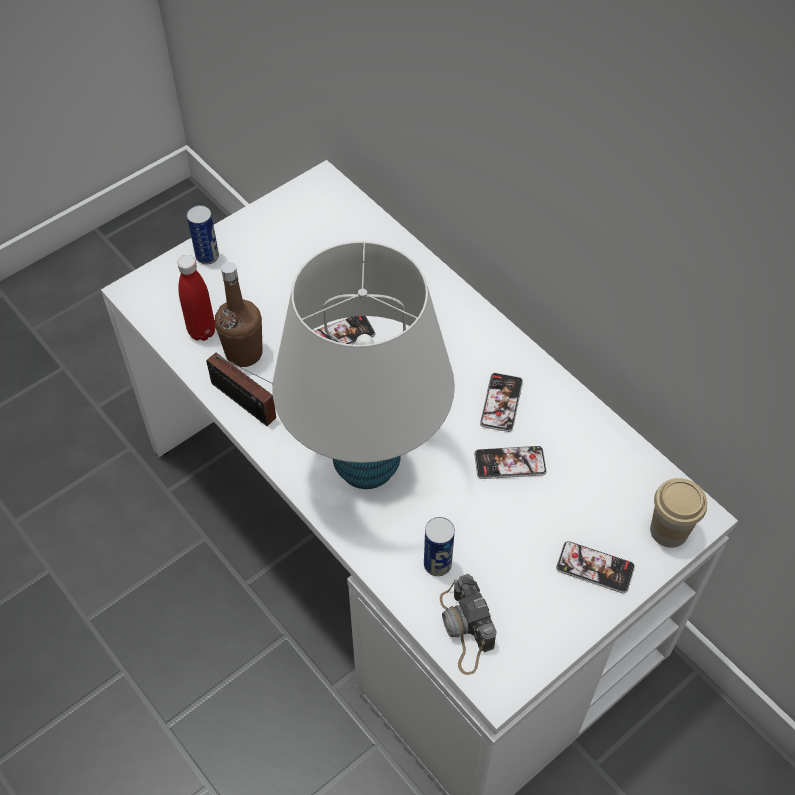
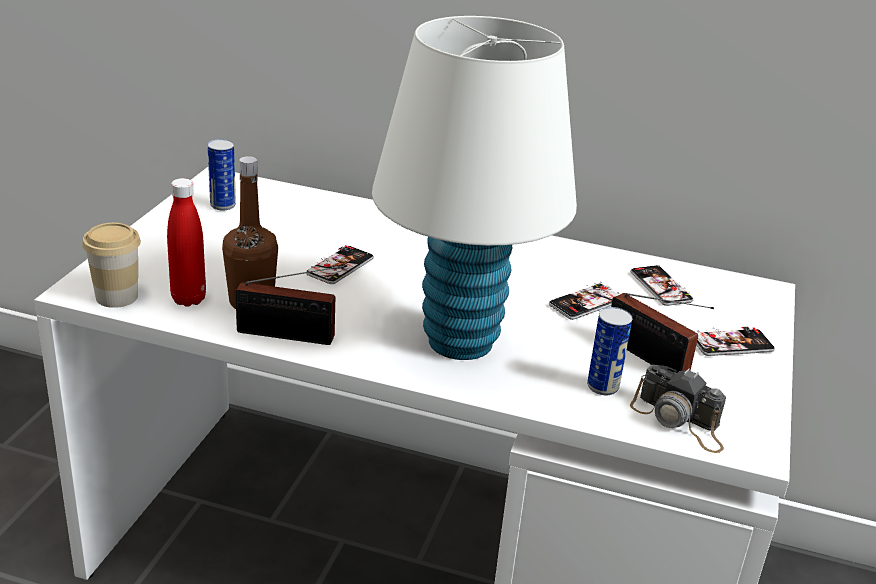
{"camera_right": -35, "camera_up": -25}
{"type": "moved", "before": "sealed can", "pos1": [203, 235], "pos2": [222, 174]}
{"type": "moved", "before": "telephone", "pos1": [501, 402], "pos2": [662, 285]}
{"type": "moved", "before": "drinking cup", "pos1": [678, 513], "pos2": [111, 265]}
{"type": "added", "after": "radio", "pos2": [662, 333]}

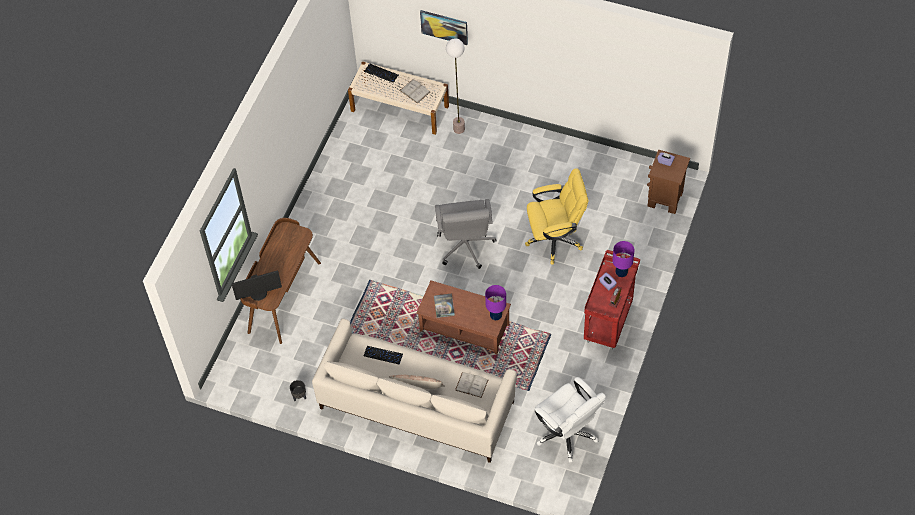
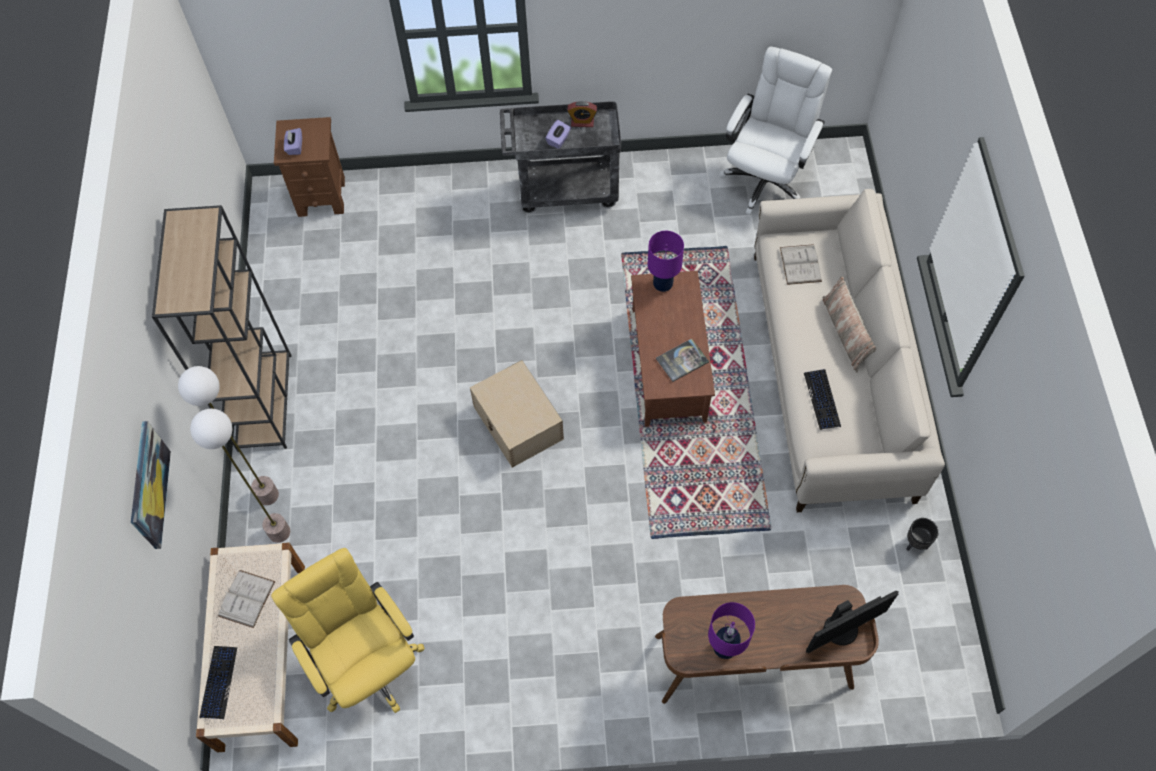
{"camera_right": -115, "camera_up": 5}
{"type": "turned", "before": "computer screen", "pos1": [257, 286], "pos2": [852, 622], "turn": 105}
{"type": "replaced", "before": "office chair (gray)", "after": "storage bin (beige)", "pos1": [466, 234], "pos2": [517, 414]}
{"type": "moved", "before": "office chair (yellow)", "pos1": [557, 216], "pos2": [348, 630]}
{"type": "recoloured", "before": "trolley (red)", "after": "trolley (gray)", "pos1": [612, 300], "pos2": [560, 157]}
{"type": "moved", "before": "lamp for a table (purple-coloured)", "pos1": [623, 259], "pos2": [731, 630]}
{"type": "added", "after": "bookcase", "pos2": [221, 328]}
{"type": "added", "after": "floor lamp", "pos2": [228, 435]}

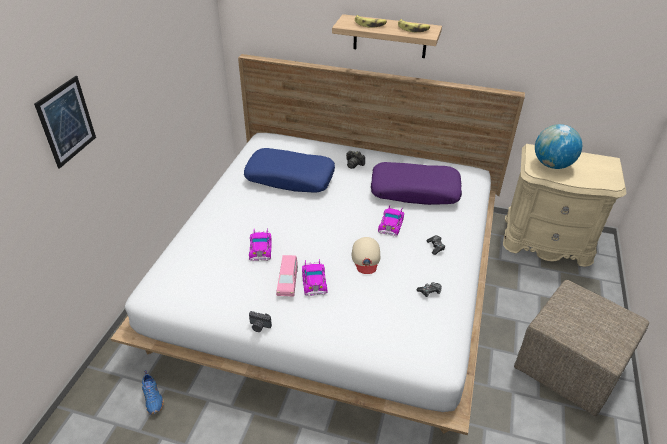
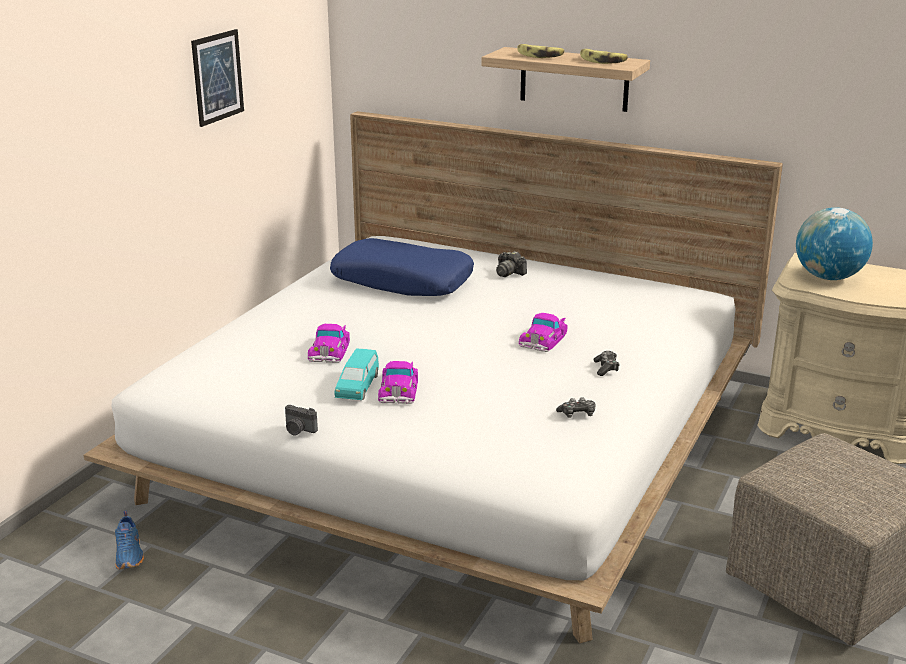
{"camera_right": 10, "camera_up": -15}
{"type": "moved", "before": "picture", "pos1": [65, 122], "pos2": [217, 78]}
{"type": "recoloured", "before": "toy car (pink-coloured)", "after": "toy car (blue-green)", "pos1": [287, 275], "pos2": [356, 374]}
{"type": "removed", "before": "peaked cap (beige)", "pos1": [366, 255]}
{"type": "removed", "before": "cushion (purple-coloured)", "pos1": [416, 183]}

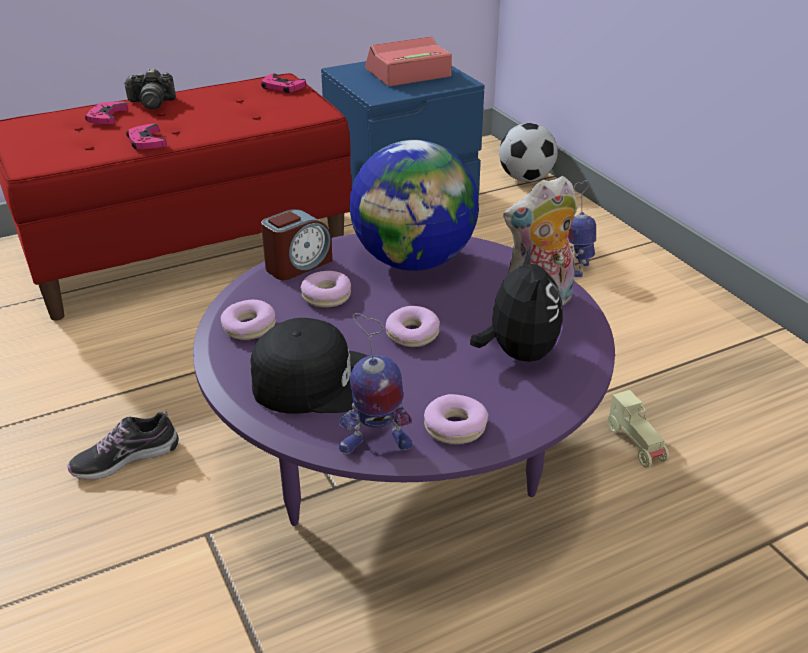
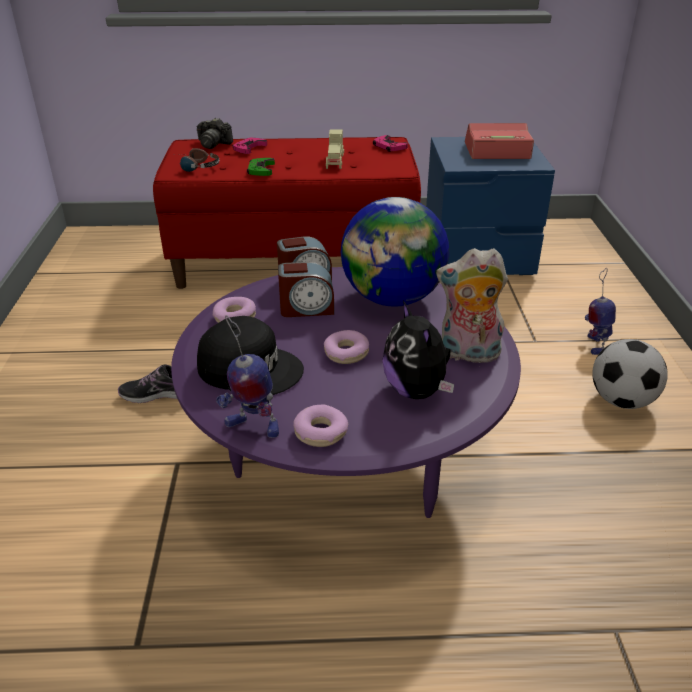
{"camera_right": 25, "camera_up": 0}
{"type": "moved", "before": "photo camera", "pos1": [149, 88], "pos2": [214, 133]}
{"type": "recoloured", "before": "game controller (pink-coloured)", "after": "game controller (green)", "pos1": [146, 137], "pos2": [261, 167]}
{"type": "replaced", "before": "donut", "after": "table clock", "pos1": [326, 289], "pos2": [306, 289]}
{"type": "turned", "before": "plush toy", "pos1": [516, 304], "pos2": [418, 350], "turn": 135}
{"type": "moved", "before": "football", "pos1": [528, 152], "pos2": [630, 374]}
{"type": "turned", "before": "model robot", "pos1": [582, 228], "pos2": [600, 311], "turn": -45}
{"type": "moved", "before": "toy car (beige)", "pos1": [638, 429], "pos2": [335, 149]}
{"type": "added", "after": "pair of headphones", "pos2": [199, 160]}

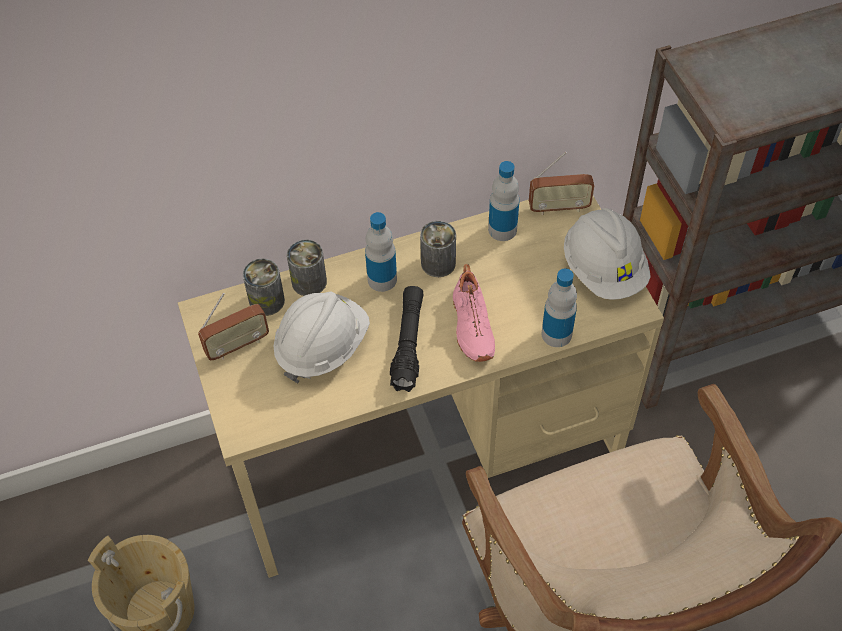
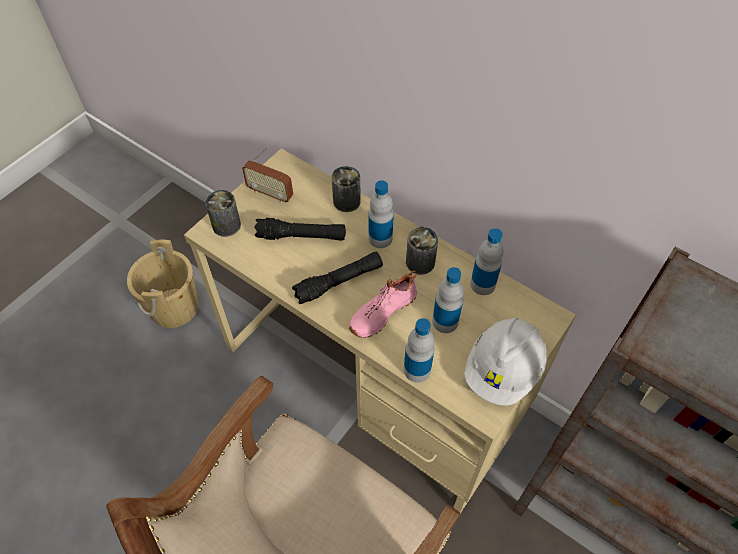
{"camera_right": 55, "camera_up": 0}
{"type": "moved", "before": "sealed can", "pos1": [264, 287], "pos2": [223, 213]}
{"type": "replaced", "before": "work helmet (whitish)", "after": "flashlight (black)", "pos1": [322, 337], "pos2": [300, 229]}
{"type": "removed", "before": "radio", "pos1": [561, 183]}
{"type": "added", "after": "beverage bottle", "pos2": [448, 300]}

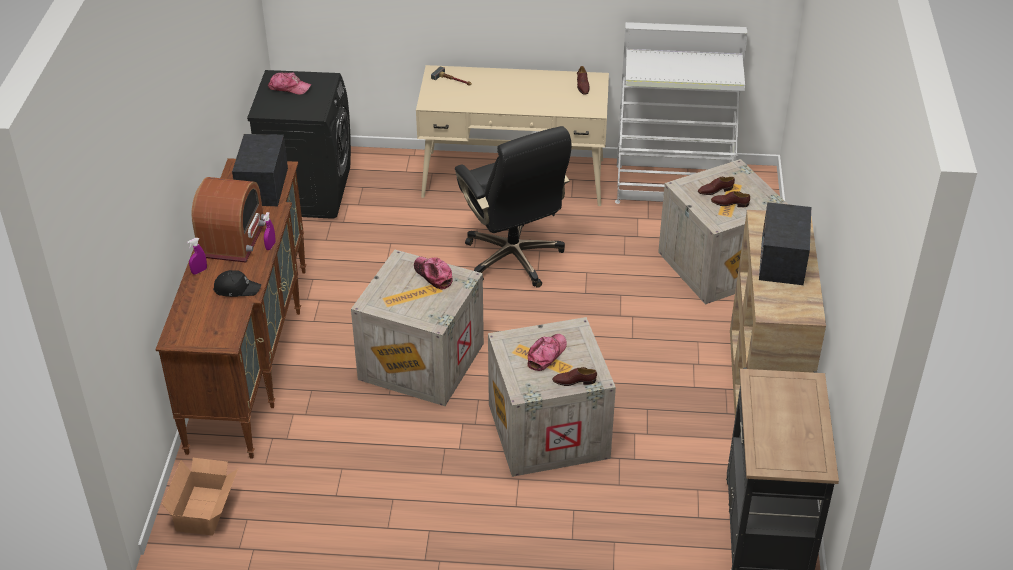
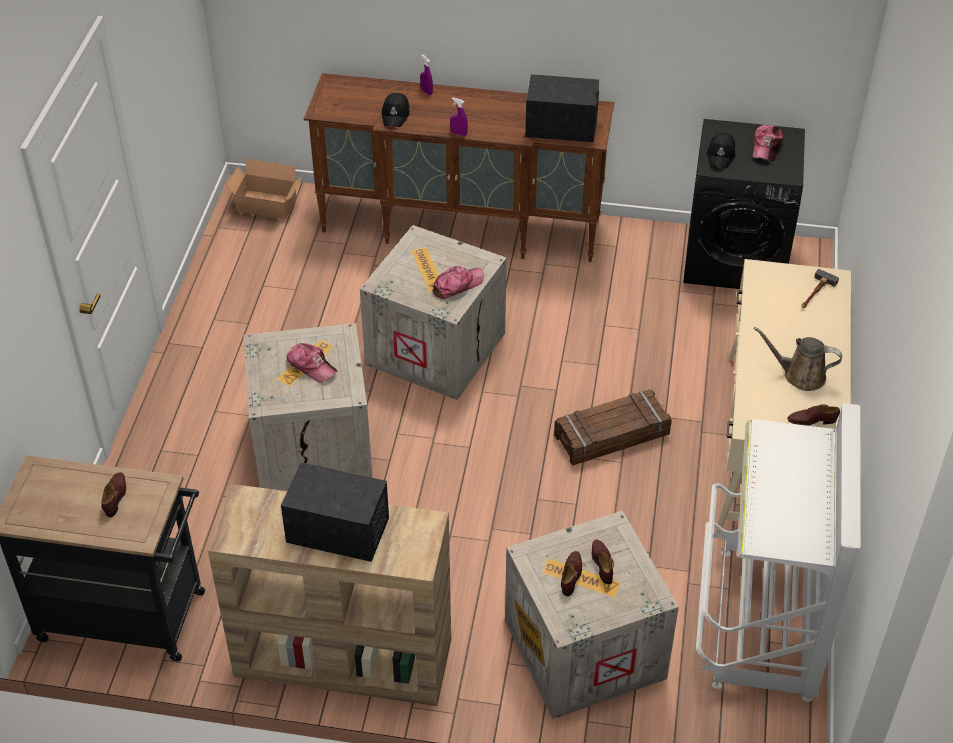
{"camera_right": 95, "camera_up": 5}
{"type": "removed", "before": "radio", "pos1": [228, 219]}
{"type": "replaced", "before": "office chair (black)", "after": "packing crate", "pos1": [513, 207], "pos2": [613, 427]}
{"type": "moved", "before": "item of footwear (brownish)", "pos1": [574, 376], "pos2": [113, 494]}
{"type": "added", "after": "peaked cap (black)", "pos2": [721, 150]}
{"type": "added", "after": "sprinkling can (brownish)", "pos2": [798, 359]}

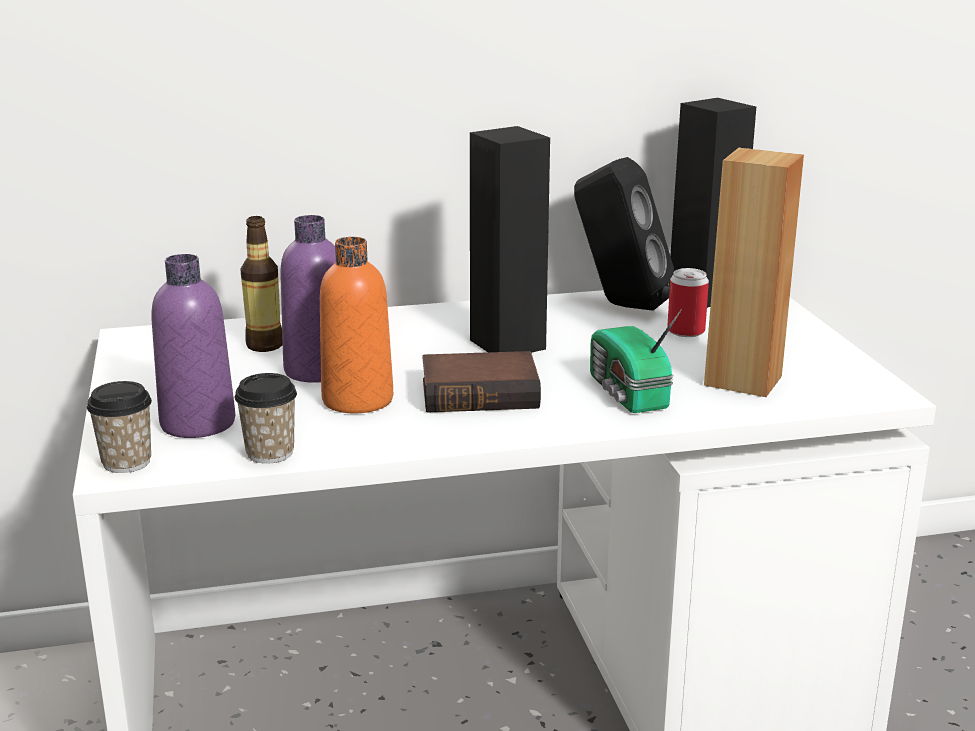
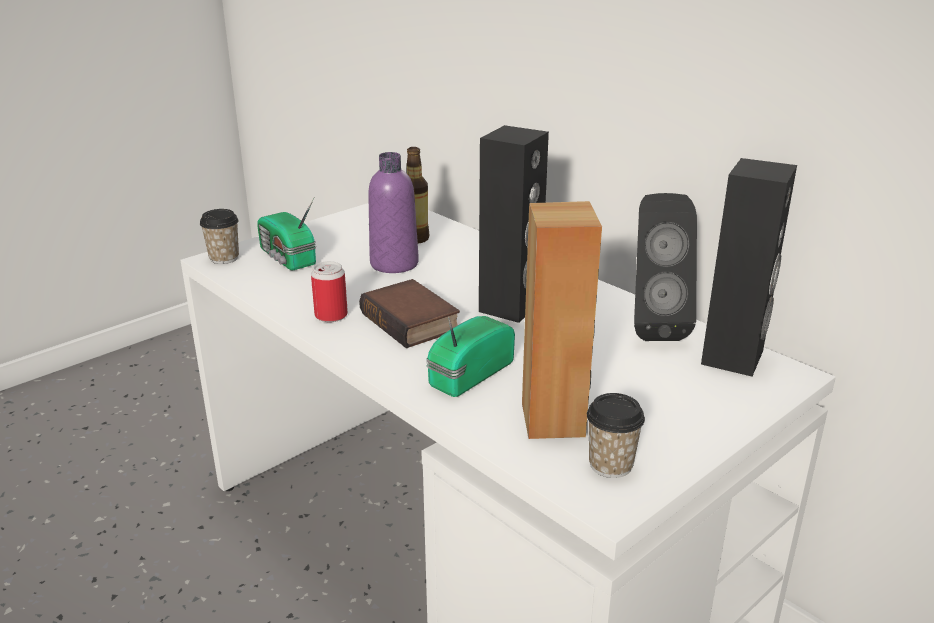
{"camera_right": 60, "camera_up": 5}
{"type": "replaced", "before": "beverage bottle (purple-coloured)", "after": "radio", "pos1": [193, 346], "pos2": [286, 234]}
{"type": "moved", "before": "drinking cup", "pos1": [266, 418], "pos2": [616, 435]}
{"type": "removed", "before": "beverage bottle (orange-coloured)", "pos1": [356, 325]}
{"type": "moved", "before": "sealed can", "pos1": [688, 302], "pos2": [329, 291]}

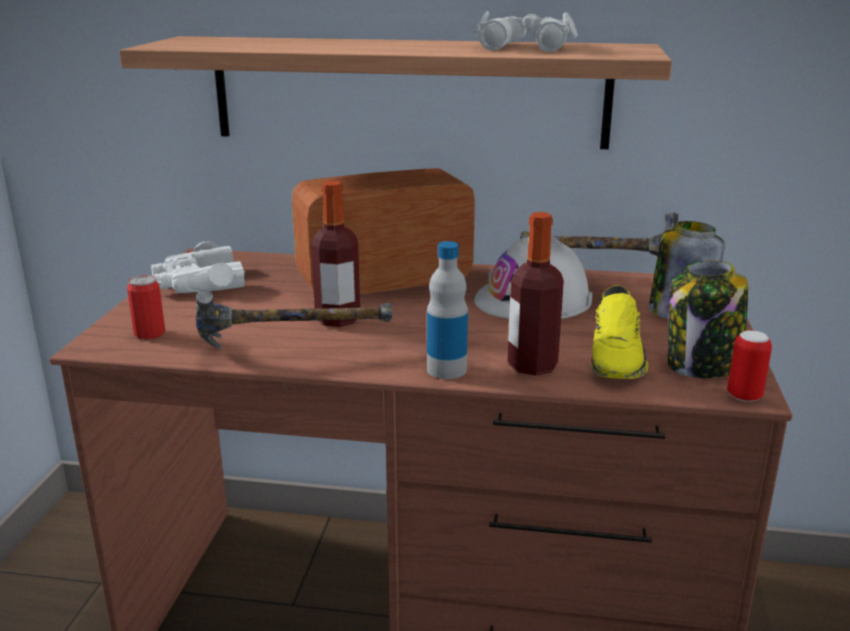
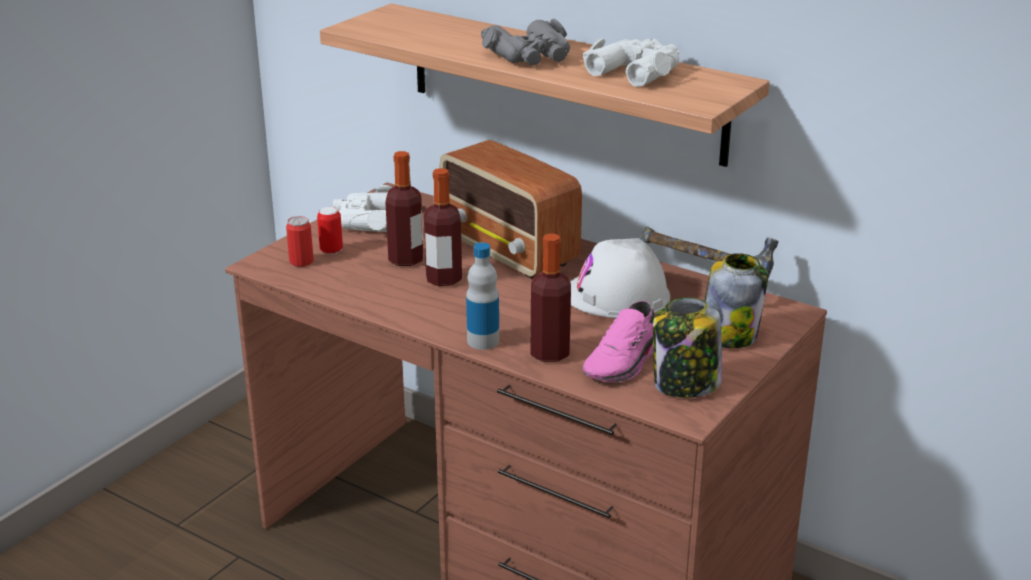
{"camera_right": 25, "camera_up": 5}
{"type": "removed", "before": "tool hammer", "pos1": [294, 320]}
{"type": "turned", "before": "radio", "pos1": [383, 231], "pos2": [511, 209], "turn": -135}
{"type": "recoloured", "before": "item of footwear (yellow)", "after": "item of footwear (pink-coloured)", "pos1": [620, 332], "pos2": [619, 341]}
{"type": "moved", "before": "sealed can", "pos1": [749, 366], "pos2": [330, 230]}
{"type": "added", "after": "beverage bottle", "pos2": [404, 208]}
{"type": "added", "after": "pair of binoculars (gray)", "pos2": [525, 42]}

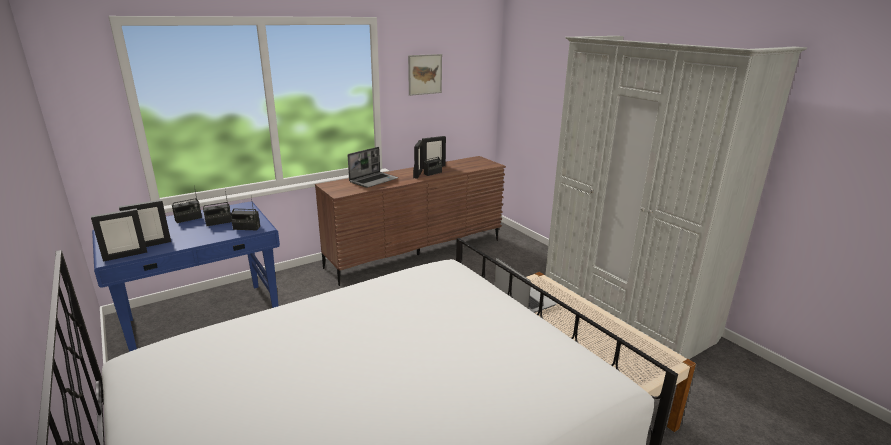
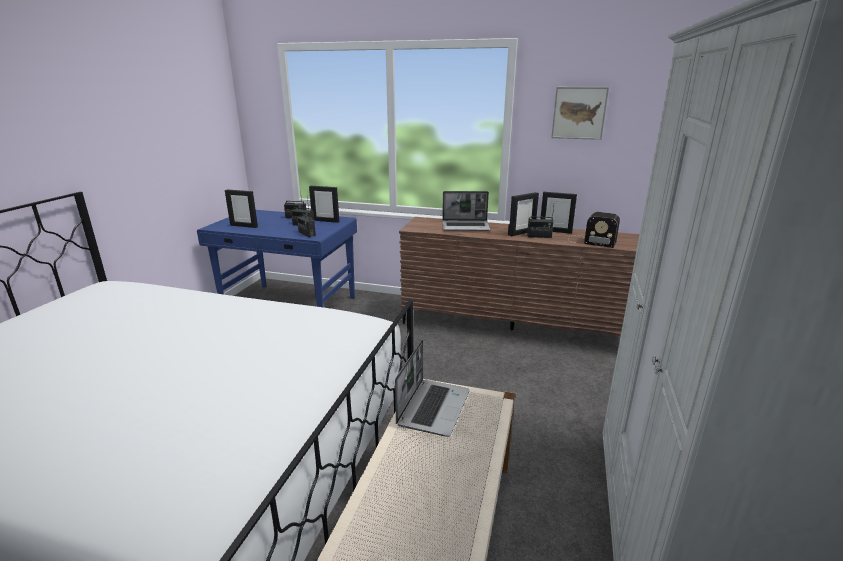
{"camera_right": 50, "camera_up": 0}
{"type": "moved", "before": "picture frame", "pos1": [119, 235], "pos2": [324, 204]}
{"type": "added", "after": "radio", "pos2": [594, 230]}

